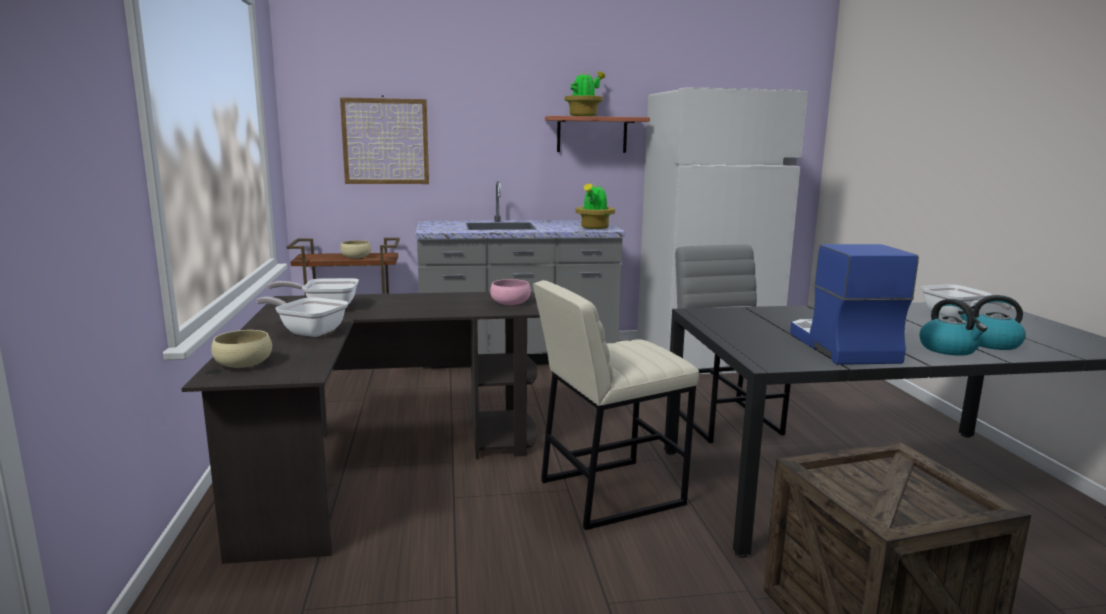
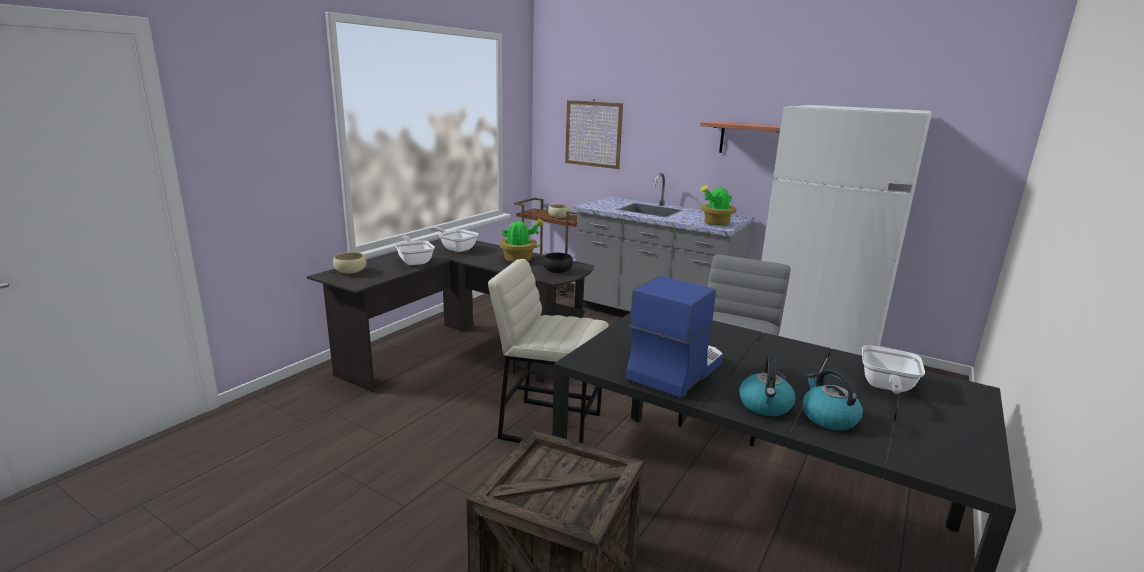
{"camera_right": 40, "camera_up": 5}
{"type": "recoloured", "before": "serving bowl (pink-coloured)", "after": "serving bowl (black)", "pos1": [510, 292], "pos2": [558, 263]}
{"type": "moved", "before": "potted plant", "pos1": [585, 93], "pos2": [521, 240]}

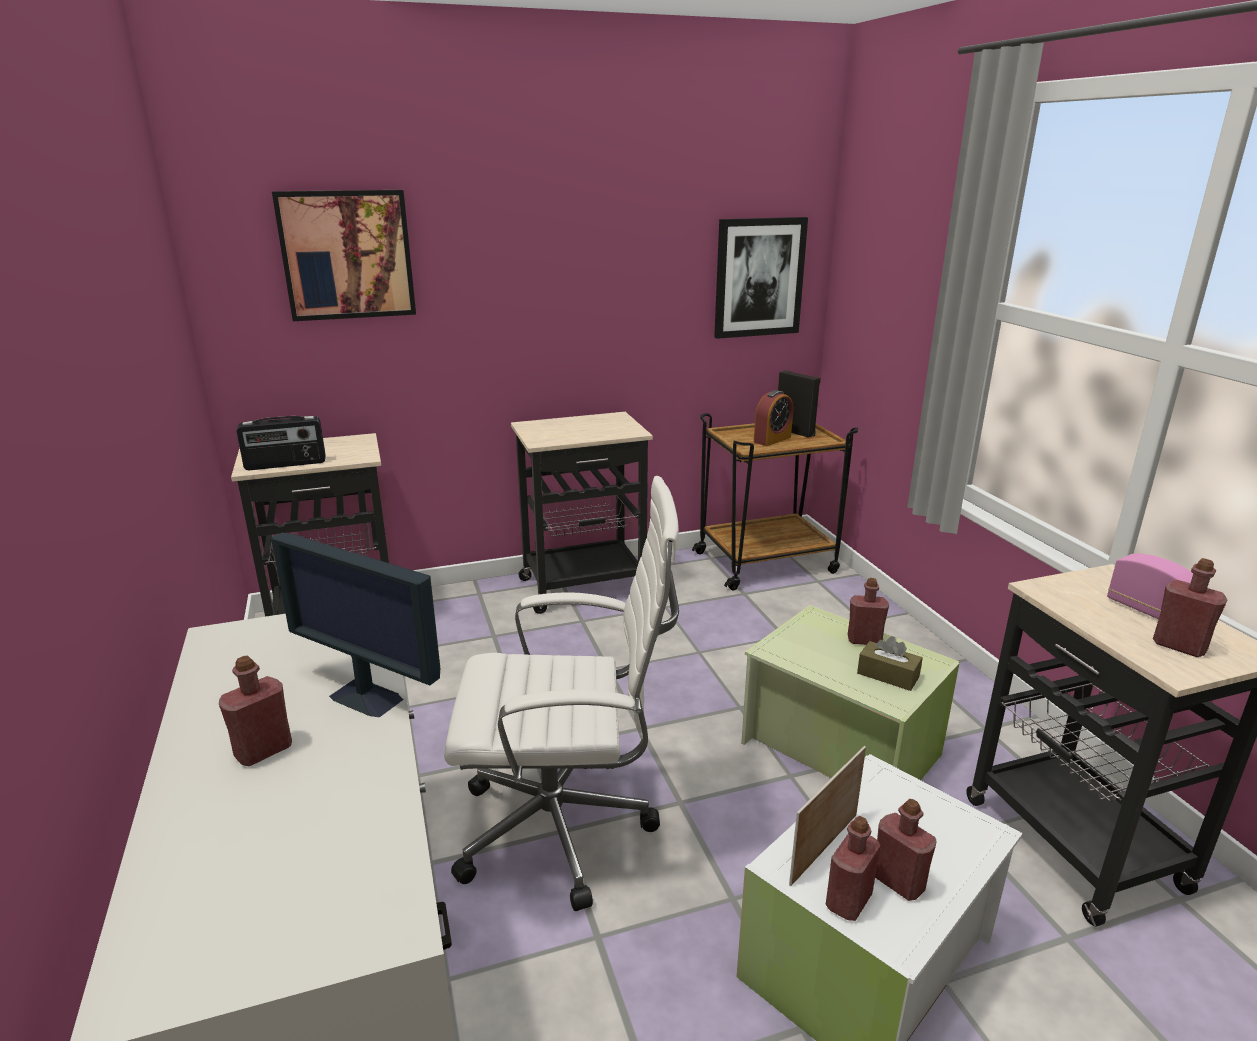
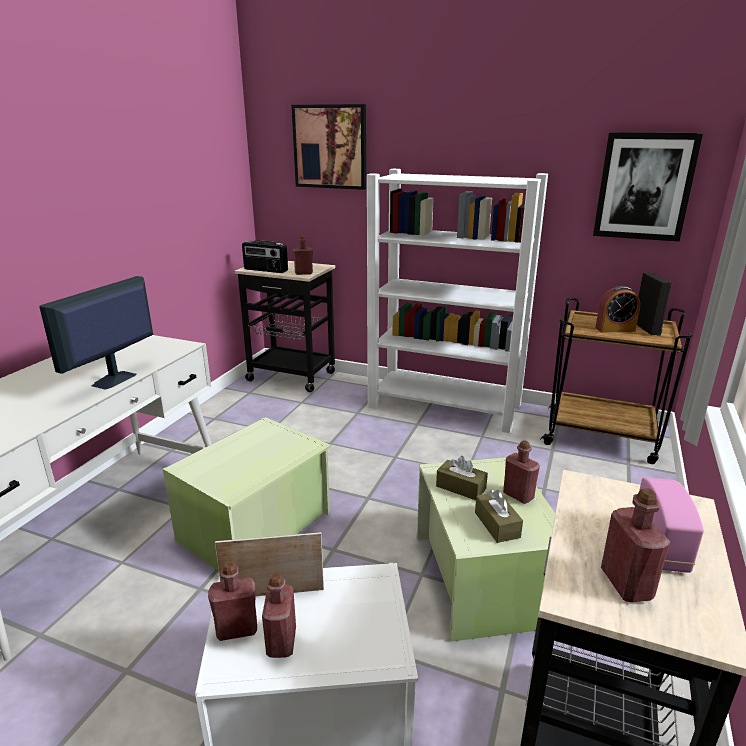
{"camera_right": 40, "camera_up": 0}
{"type": "moved", "before": "beverage bottle (red)", "pos1": [255, 710], "pos2": [303, 255]}
{"type": "turned", "before": "computer screen", "pos1": [355, 624], "pos2": [96, 333], "turn": 45}
{"type": "replaced", "before": "office chair (whitish)", "after": "storage bin (green)", "pos1": [561, 693], "pos2": [247, 494]}
{"type": "replaced", "before": "trolley", "after": "bookcase (whitish)", "pos1": [582, 513], "pos2": [457, 301]}
{"type": "added", "after": "box of tissues (brownish)", "pos2": [462, 478]}

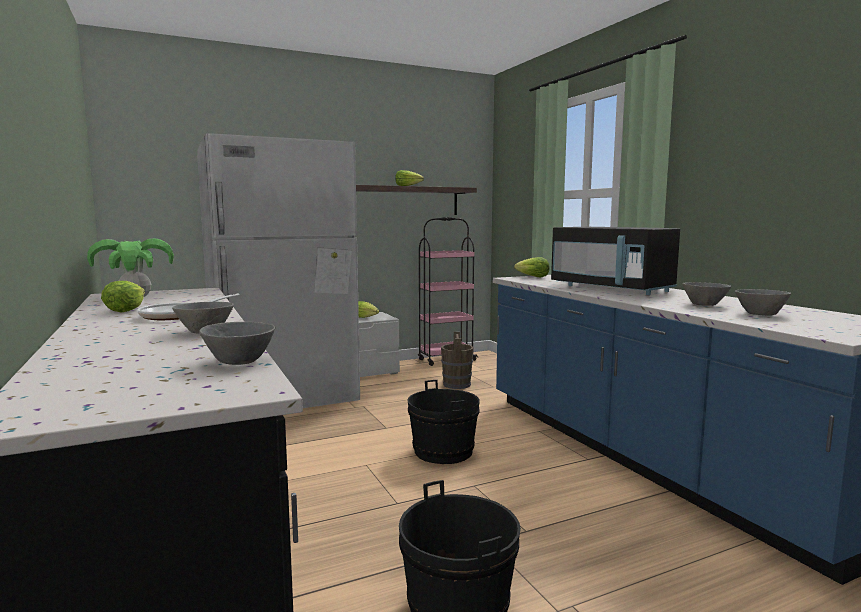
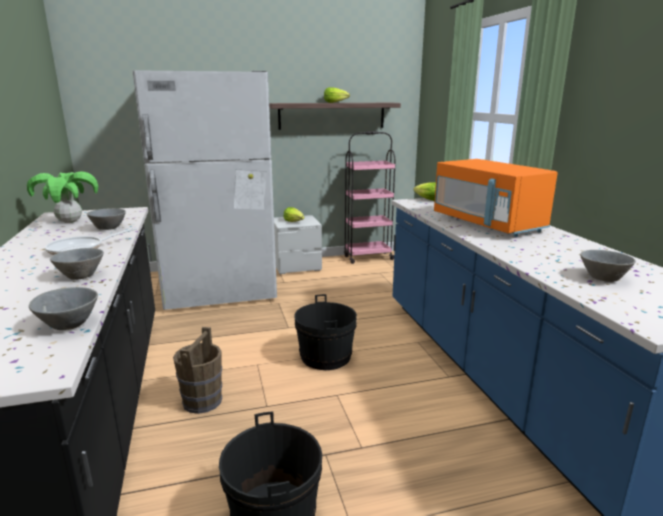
{"camera_right": 10, "camera_up": 10}
{"type": "removed", "before": "lettuce head", "pos1": [123, 297]}
{"type": "moved", "before": "bucket (brownish)", "pos1": [457, 360], "pos2": [197, 370]}
{"type": "recoloured", "before": "kitchen microwave (black)", "after": "kitchen microwave (orange-coloured)", "pos1": [615, 261], "pos2": [496, 198]}
{"type": "moved", "before": "serving bowl (gray)", "pos1": [707, 294], "pos2": [106, 219]}

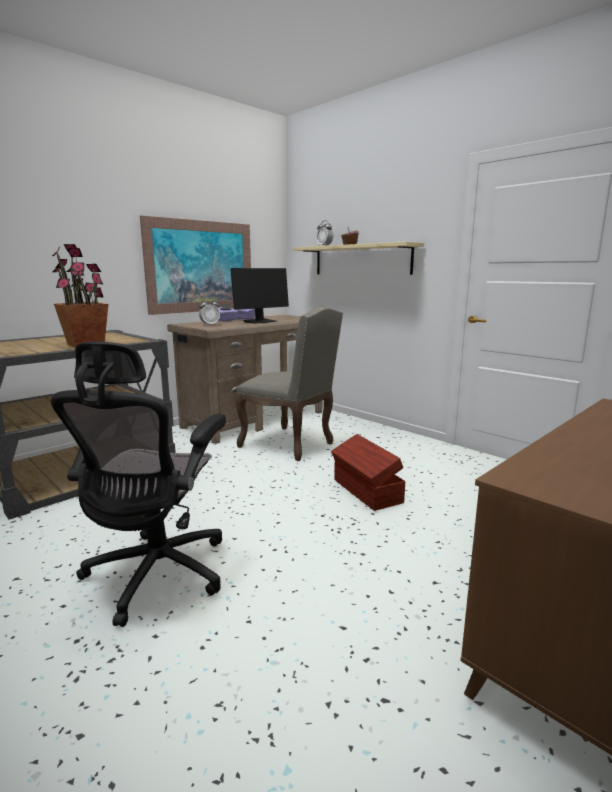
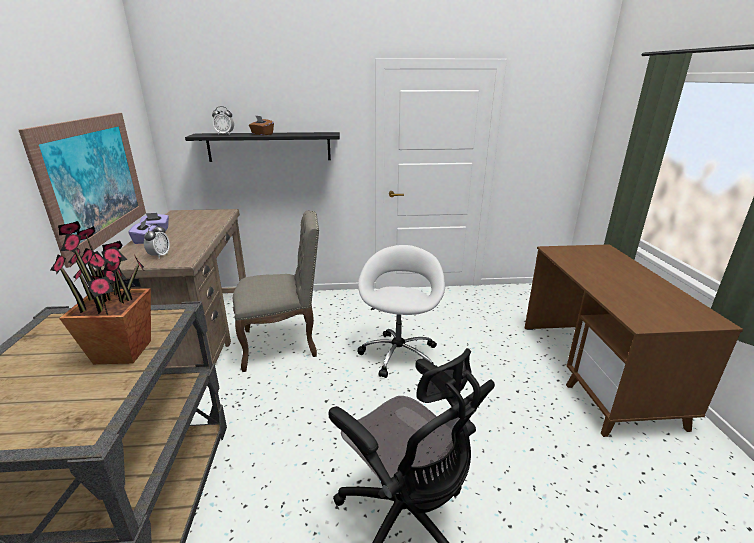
{"camera_right": -50, "camera_up": 10}
{"type": "removed", "before": "computer screen", "pos1": [260, 296]}
{"type": "recoloured", "before": "shelf (beige)", "after": "shelf (black)", "pos1": [358, 258], "pos2": [262, 147]}
{"type": "replaced", "before": "storage bin (brownish)", "after": "office chair (whitish)", "pos1": [368, 472], "pos2": [401, 311]}

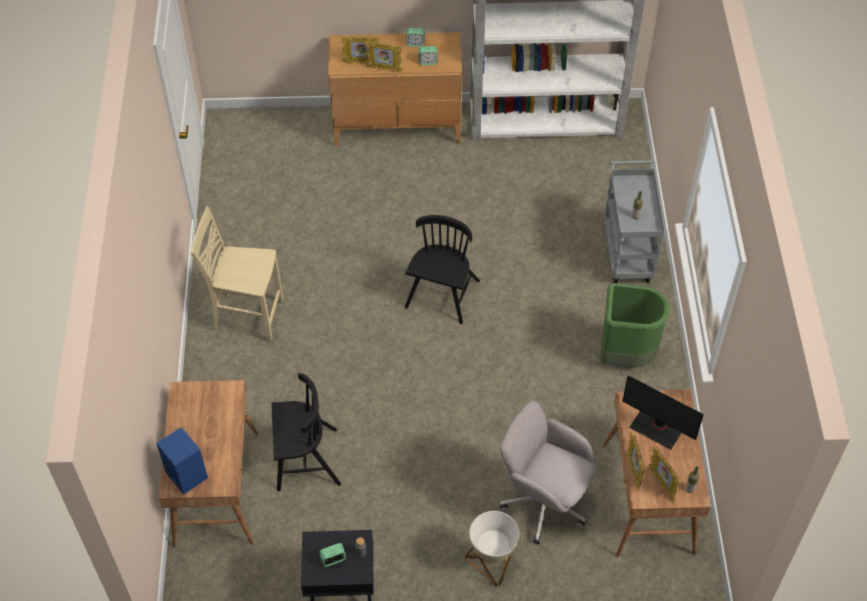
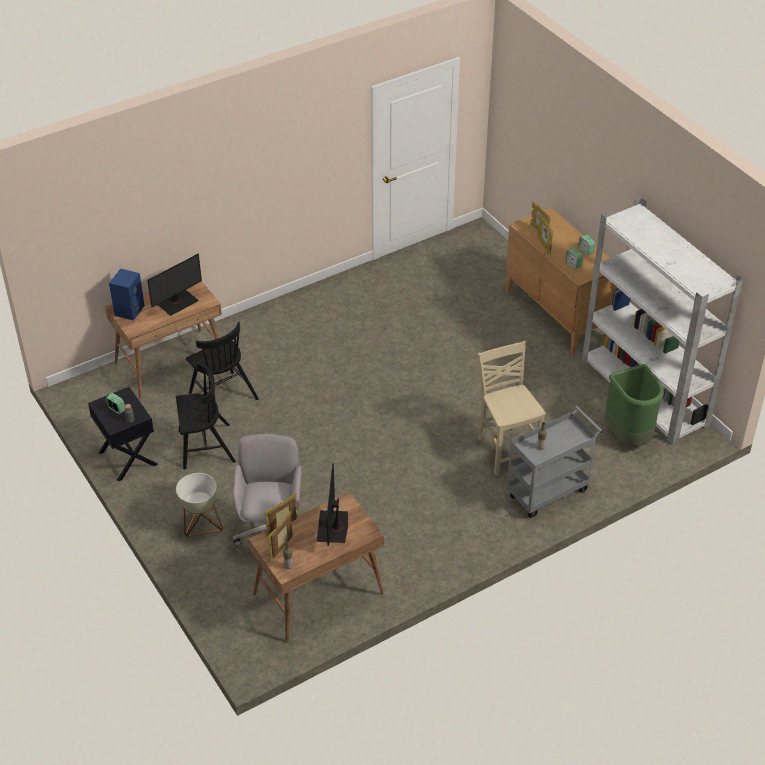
{"camera_right": 60, "camera_up": -10}
{"type": "moved", "before": "chair (beige)", "pos1": [236, 274], "pos2": [512, 408]}
{"type": "moved", "before": "chair (black)", "pos1": [442, 269], "pos2": [206, 416]}
{"type": "moved", "before": "trash can (green)", "pos1": [634, 325], "pos2": [634, 405]}
{"type": "added", "after": "computer screen", "pos2": [174, 285]}

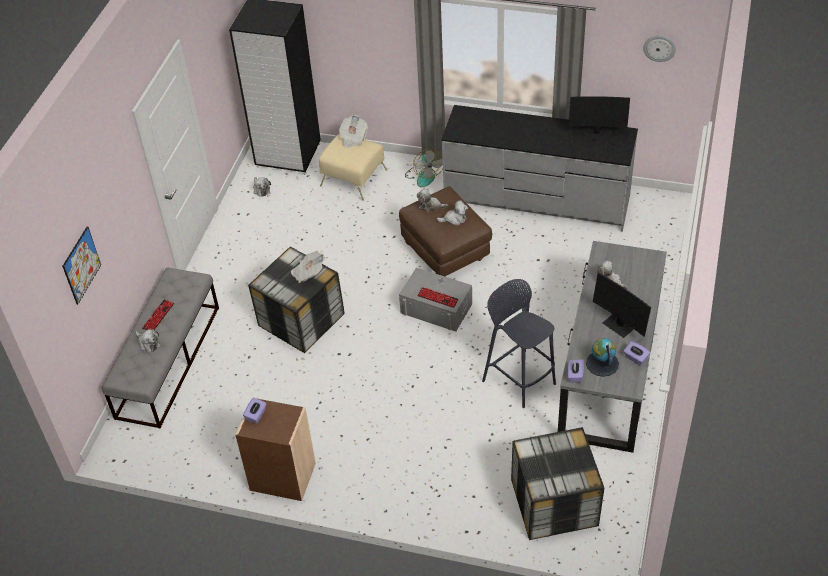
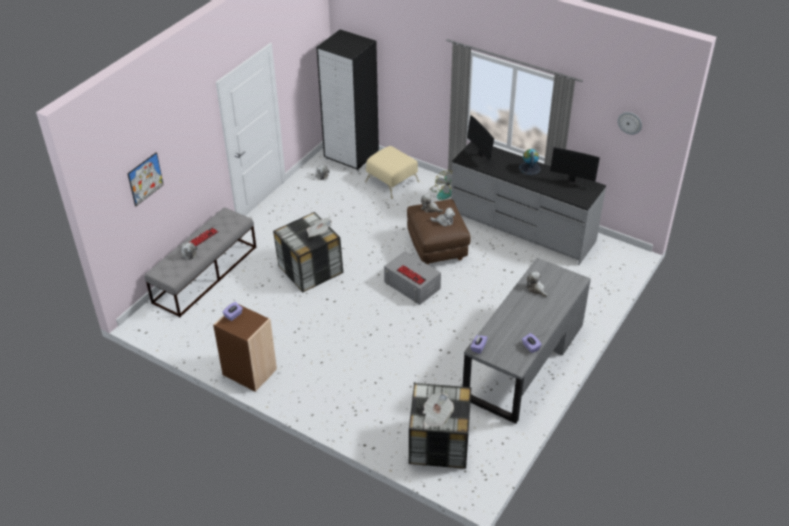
{"camera_right": 15, "camera_up": -5}
{"type": "moved", "before": "newspaper", "pos1": [353, 131], "pos2": [438, 410]}
{"type": "removed", "before": "stool seat (gray)", "pos1": [519, 343]}
{"type": "moved", "before": "world globe", "pos1": [602, 357], "pos2": [530, 162]}
{"type": "moved", "before": "computer screen", "pos1": [622, 305], "pos2": [480, 138]}

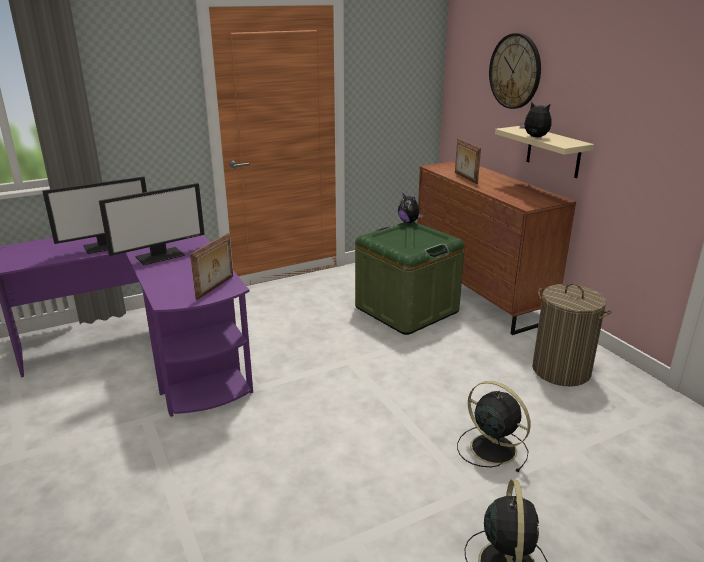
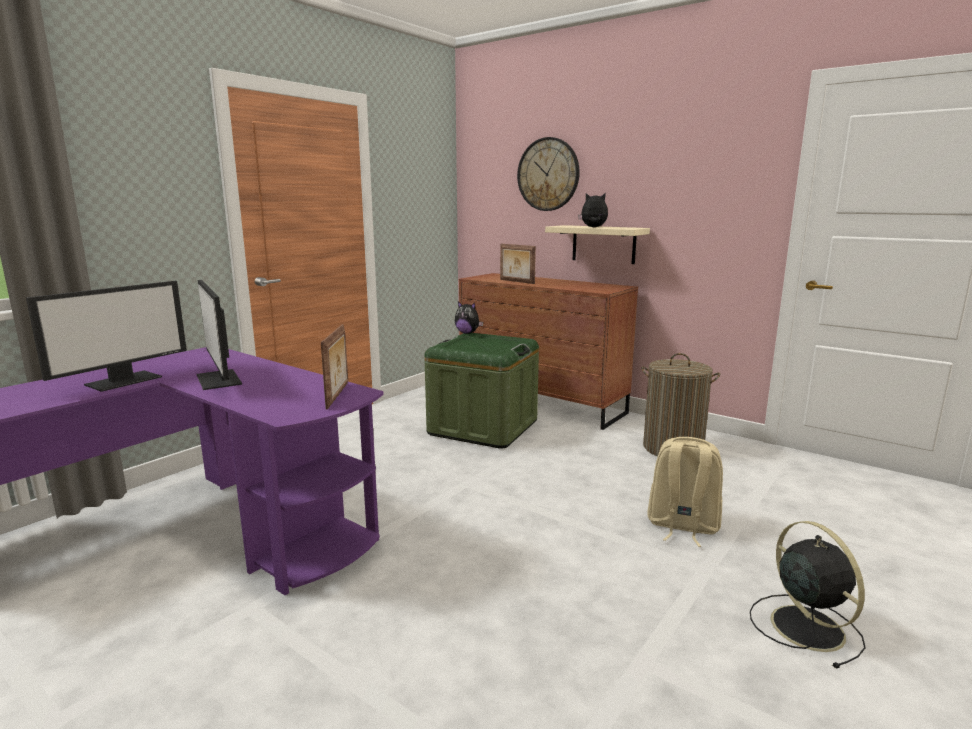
{"camera_right": -25, "camera_up": -10}
{"type": "turned", "before": "computer screen", "pos1": [152, 224], "pos2": [219, 335], "turn": 120}
{"type": "replaced", "before": "electric fan (black)", "after": "rucksack (beige)", "pos1": [494, 426], "pos2": [685, 492]}

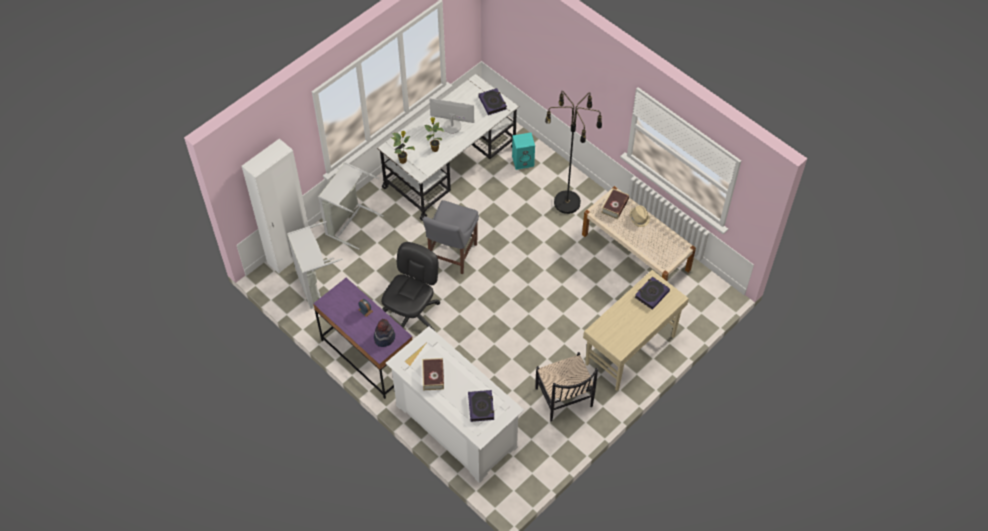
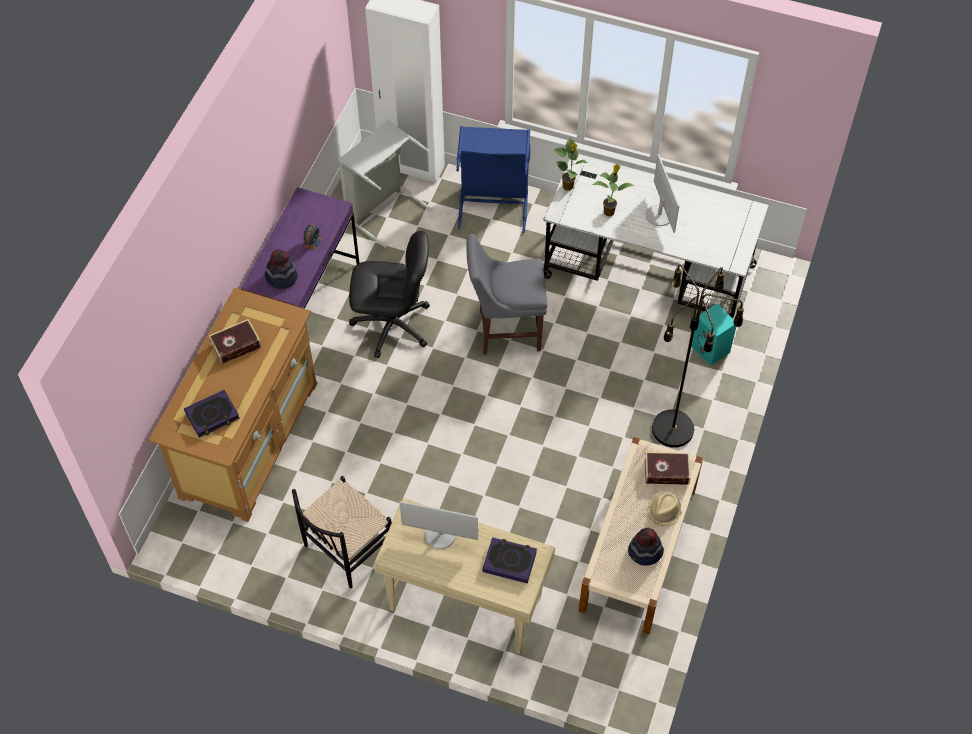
{"camera_right": 65, "camera_up": 0}
{"type": "recoloured", "before": "laundry basket (gray)", "after": "laundry basket (blue-coloured)", "pos1": [351, 206], "pos2": [493, 179]}
{"type": "recoloured", "before": "chest of drawers (whitish)", "after": "chest of drawers (brownish)", "pos1": [455, 404], "pos2": [233, 405]}
{"type": "removed", "before": "volume", "pos1": [493, 101]}
{"type": "added", "after": "computer screen", "pos2": [438, 525]}
{"type": "added", "after": "wearable hat", "pos2": [646, 546]}

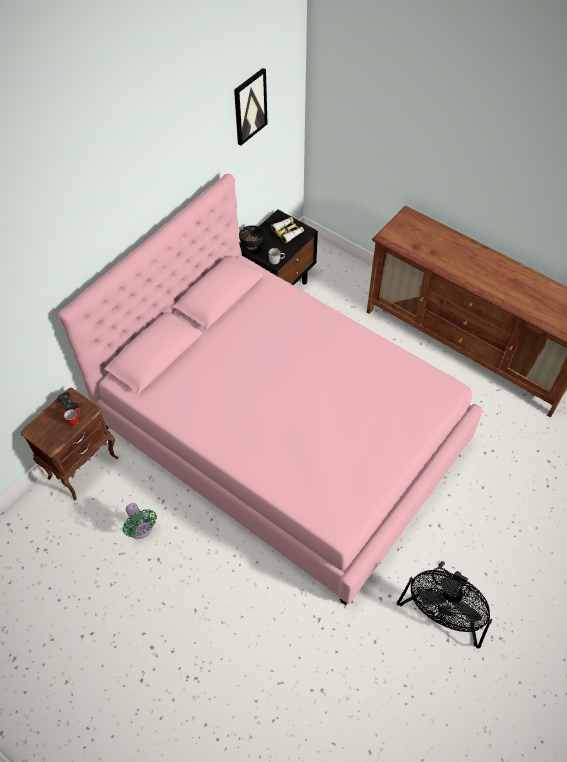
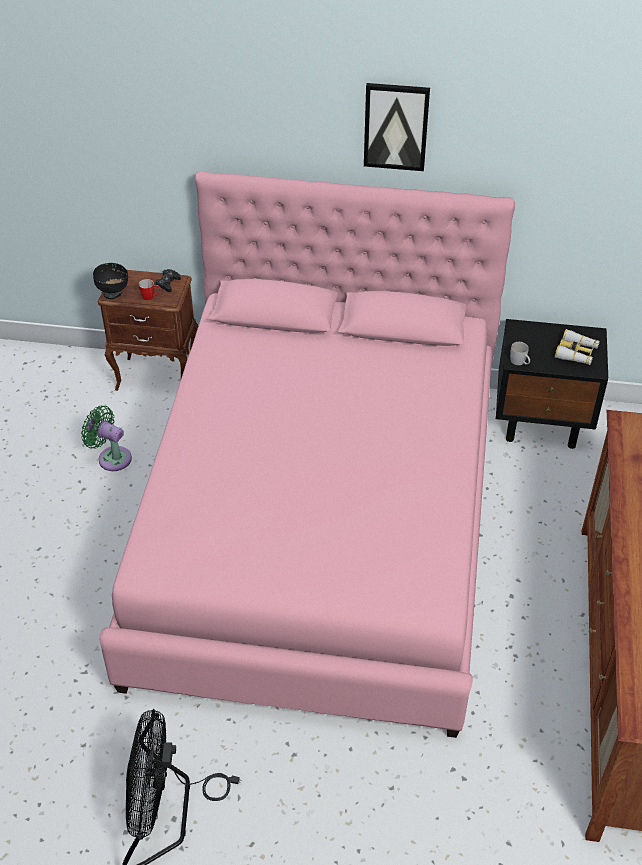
{"camera_right": 60, "camera_up": -10}
{"type": "turned", "before": "electric fan (green)", "pos1": [140, 521], "pos2": [106, 438], "turn": 90}
{"type": "moved", "before": "picture", "pos1": [251, 107], "pos2": [397, 127]}
{"type": "moved", "before": "serving bowl (black)", "pos1": [251, 238], "pos2": [110, 281]}

